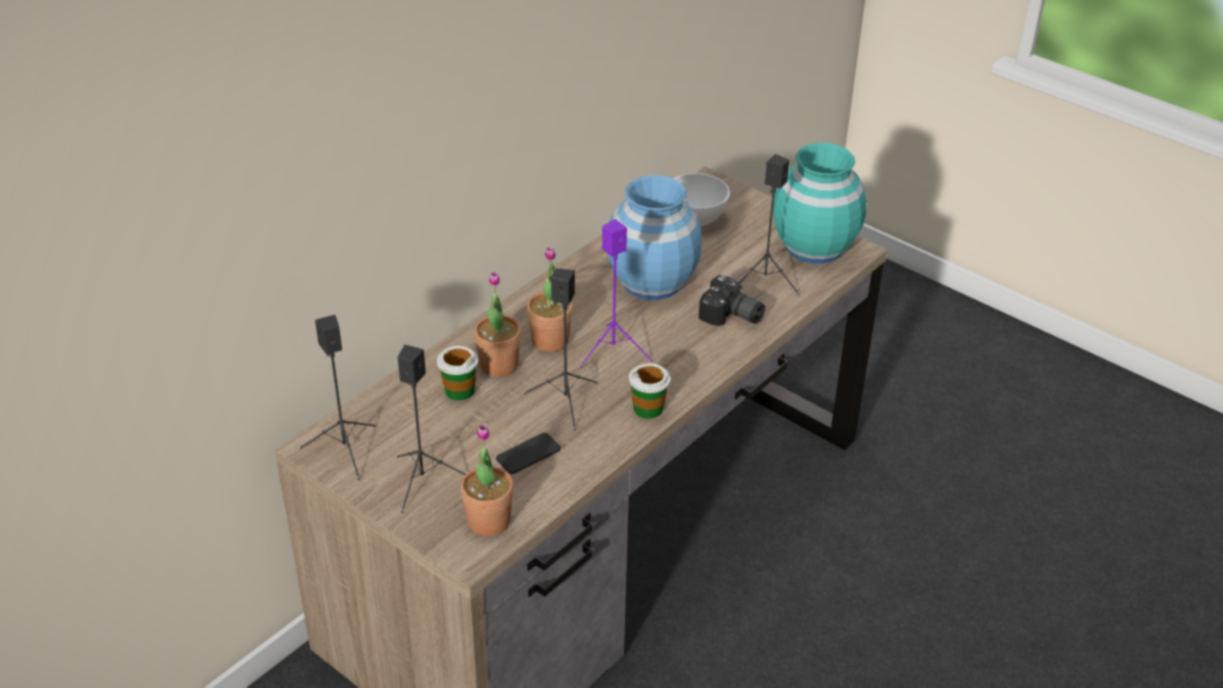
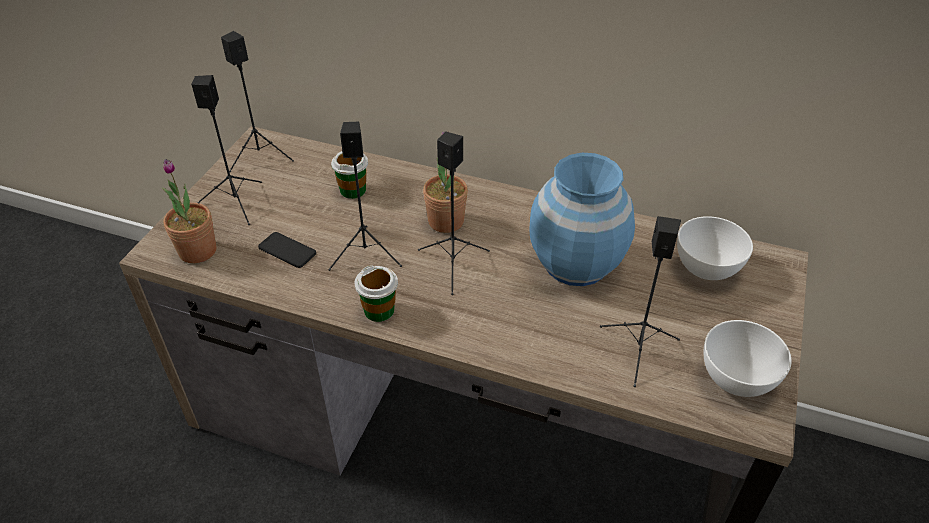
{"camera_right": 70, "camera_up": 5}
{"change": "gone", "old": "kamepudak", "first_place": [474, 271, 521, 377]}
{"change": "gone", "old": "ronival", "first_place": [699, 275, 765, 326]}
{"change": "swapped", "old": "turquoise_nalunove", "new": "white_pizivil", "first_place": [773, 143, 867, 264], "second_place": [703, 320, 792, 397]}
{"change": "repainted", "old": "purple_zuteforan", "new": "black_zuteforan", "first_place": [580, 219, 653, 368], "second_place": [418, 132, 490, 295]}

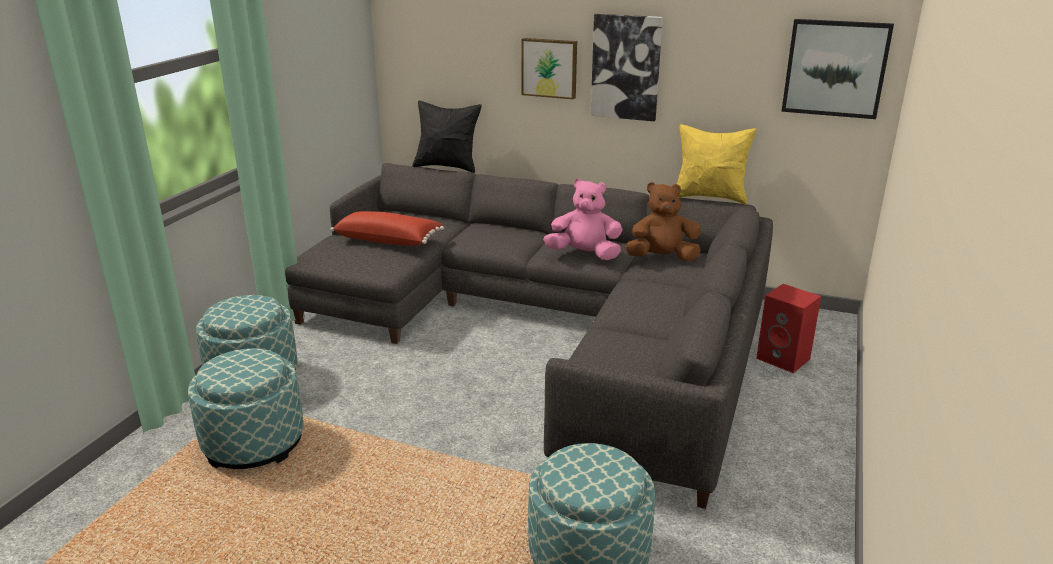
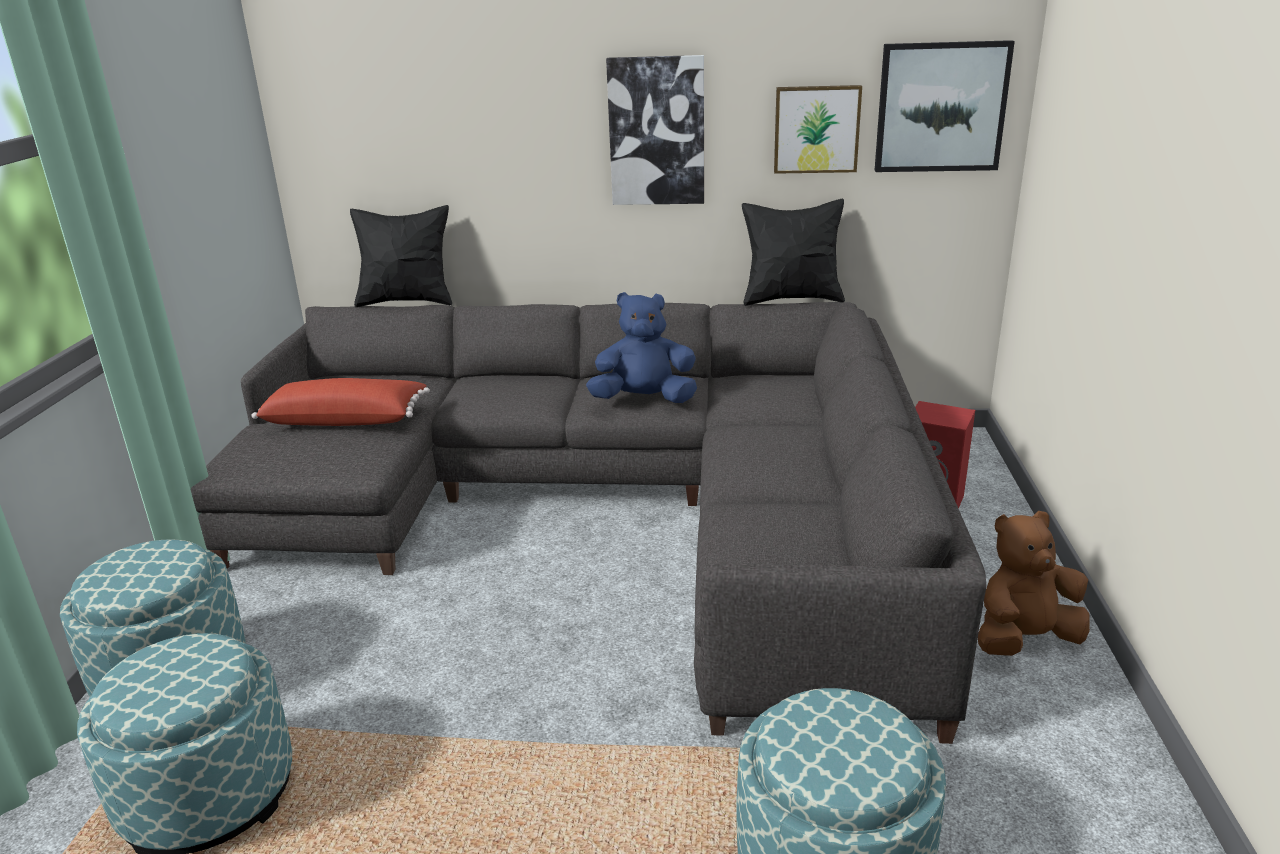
{"camera_right": -15, "camera_up": 0}
{"change": "shifted", "old": "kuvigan", "first_place": [521, 38, 577, 100], "second_place": [774, 85, 862, 174]}
{"change": "shifted", "old": "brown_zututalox", "first_place": [625, 182, 701, 261], "second_place": [978, 511, 1090, 656]}
{"change": "repainted", "old": "pink_zututalox", "new": "blue_zututalox", "first_place": [543, 178, 623, 260], "second_place": [586, 292, 697, 403]}
{"change": "repainted", "old": "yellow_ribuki", "new": "black_ribuki", "first_place": [677, 124, 757, 205], "second_place": [742, 199, 845, 306]}

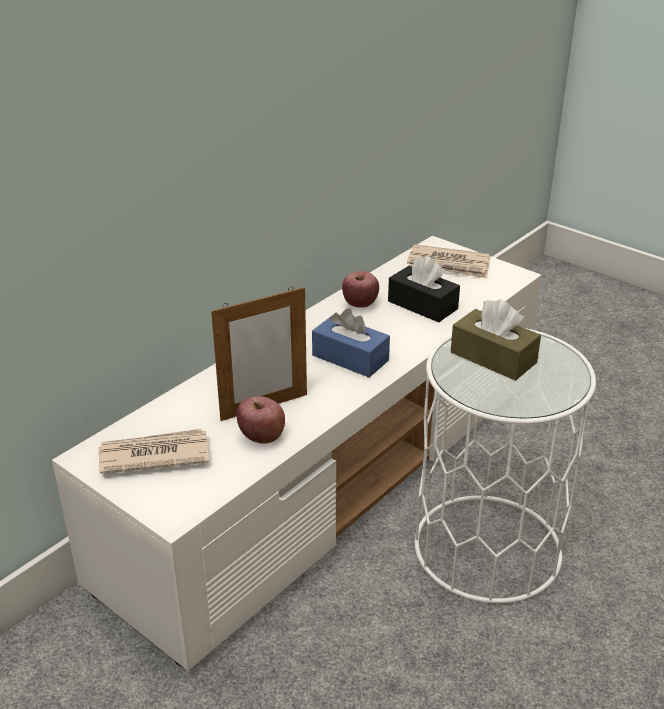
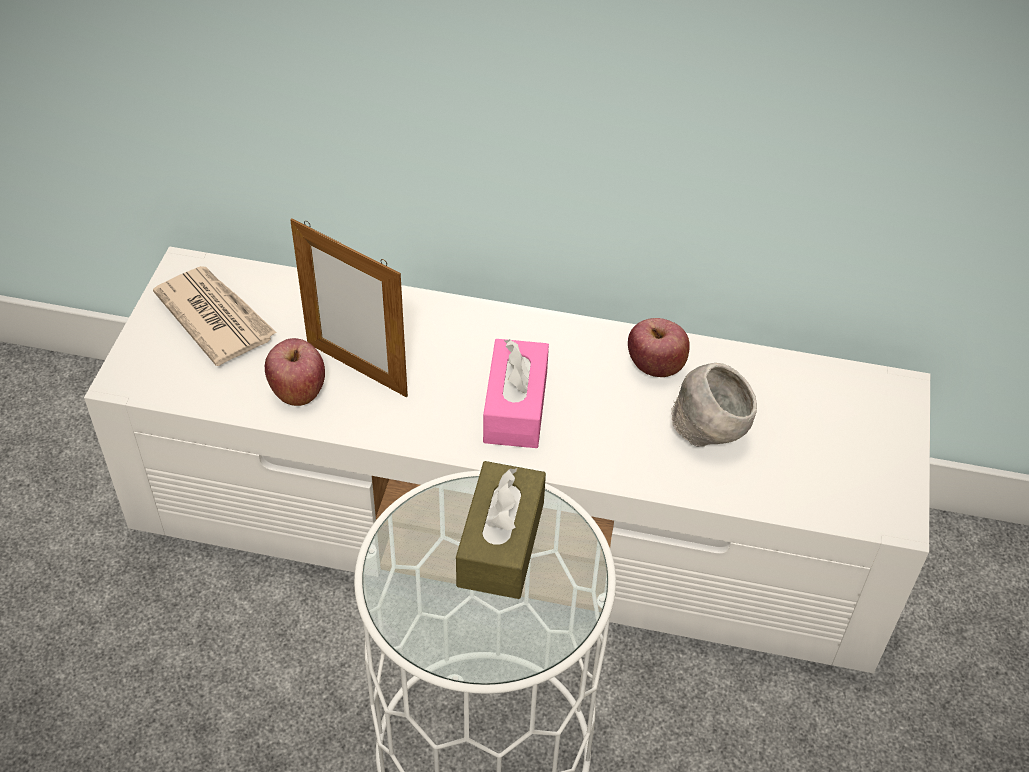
{"camera_right": 60, "camera_up": 15}
{"change": "gone", "old": "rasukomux", "first_place": [407, 244, 490, 279]}
{"change": "swapped", "old": "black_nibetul", "new": "grey_pizivil", "first_place": [388, 256, 460, 322], "second_place": [671, 363, 757, 447]}
{"change": "repainted", "old": "blue_nibetul", "new": "pink_nibetul", "first_place": [312, 308, 390, 377], "second_place": [483, 339, 549, 448]}

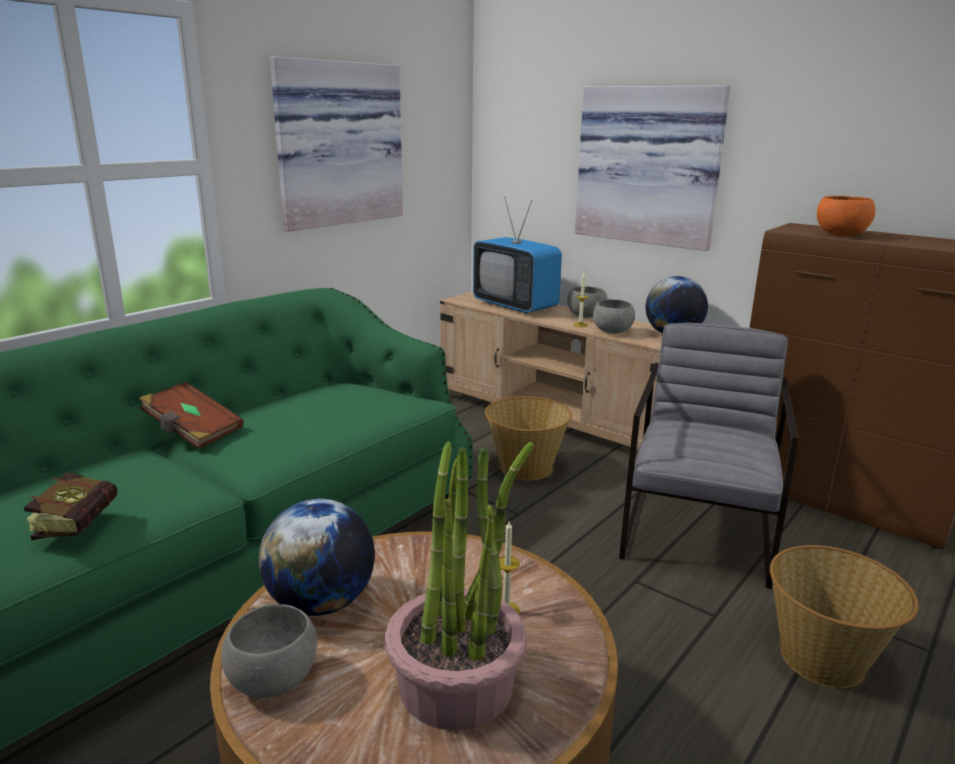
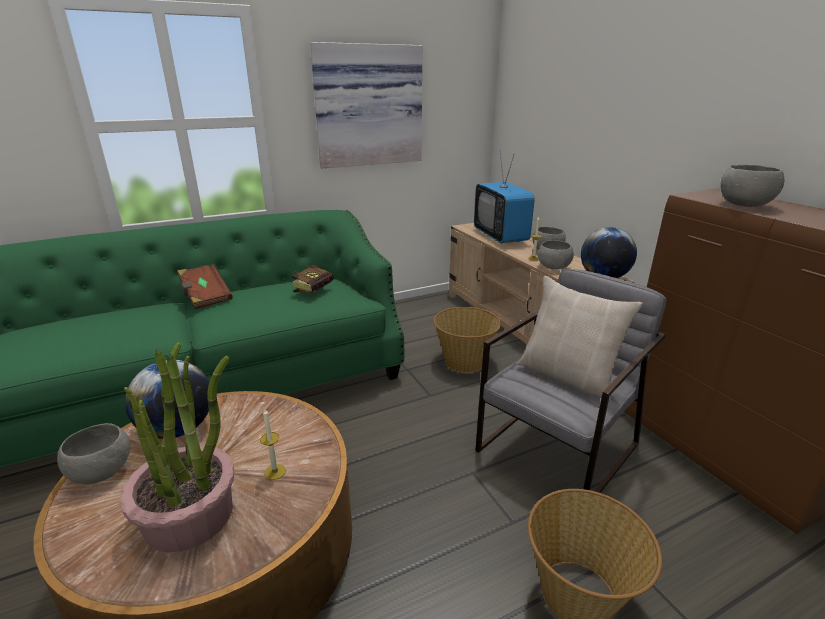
{"camera_right": 25, "camera_up": 5}
{"change": "gone", "old": "kuvigan", "first_place": [575, 85, 731, 251]}
{"change": "new", "new": "beige_ribuki", "second_place": [518, 276, 643, 402]}
{"change": "shifted", "old": "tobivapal", "first_place": [24, 472, 117, 540], "second_place": [292, 265, 334, 293]}
{"change": "repainted", "old": "orange_pizivil", "new": "grey_pizivil", "first_place": [817, 196, 876, 236], "second_place": [720, 165, 784, 207]}

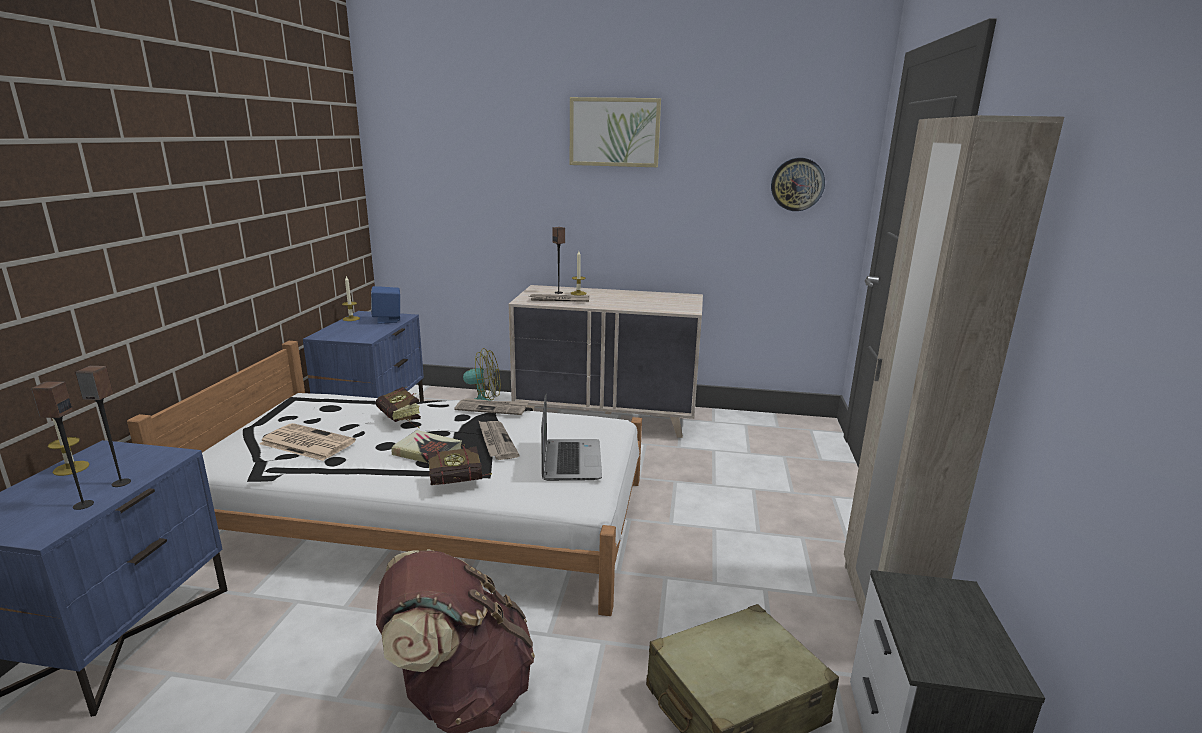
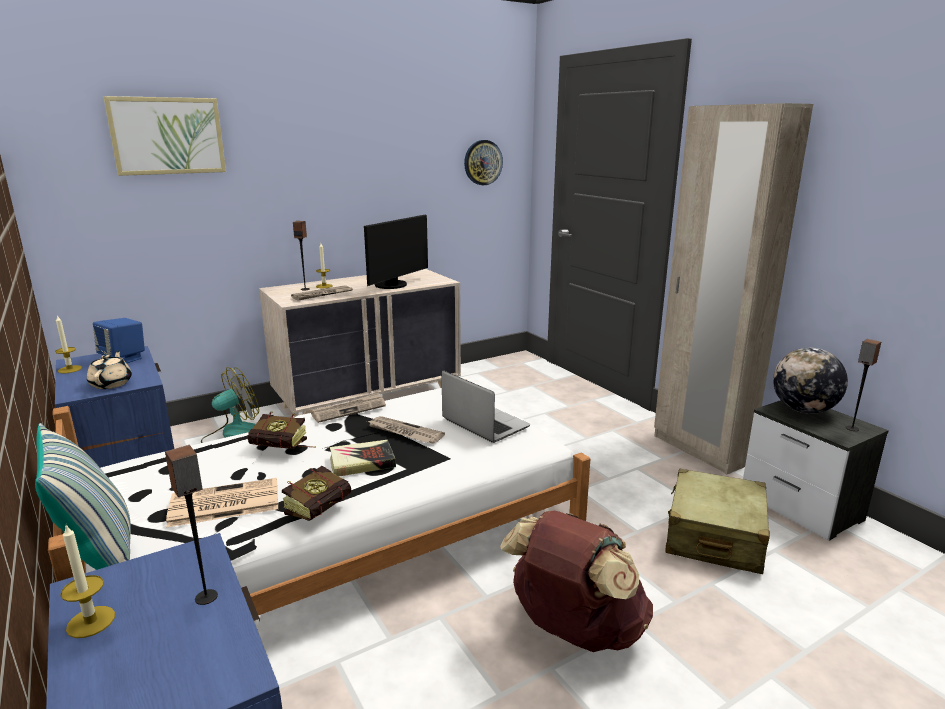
{"camera_right": -40, "camera_up": 0}
{"change": "new", "new": "ribuki", "second_place": [35, 423, 131, 570]}
{"change": "new", "new": "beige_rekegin", "second_place": [87, 350, 132, 389]}
{"change": "new", "new": "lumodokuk", "second_place": [364, 214, 428, 289]}
{"change": "new", "new": "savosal", "second_place": [773, 348, 848, 414]}
{"change": "shifted", "old": "zuteforan", "first_place": [31, 381, 94, 510], "second_place": [846, 339, 881, 431]}
{"change": "shifted", "old": "tobivapal", "first_place": [428, 445, 492, 485], "second_place": [282, 466, 351, 521]}
{"change": "shifted", "old": "kuvigan", "first_place": [570, 97, 661, 167], "second_place": [103, 96, 226, 176]}

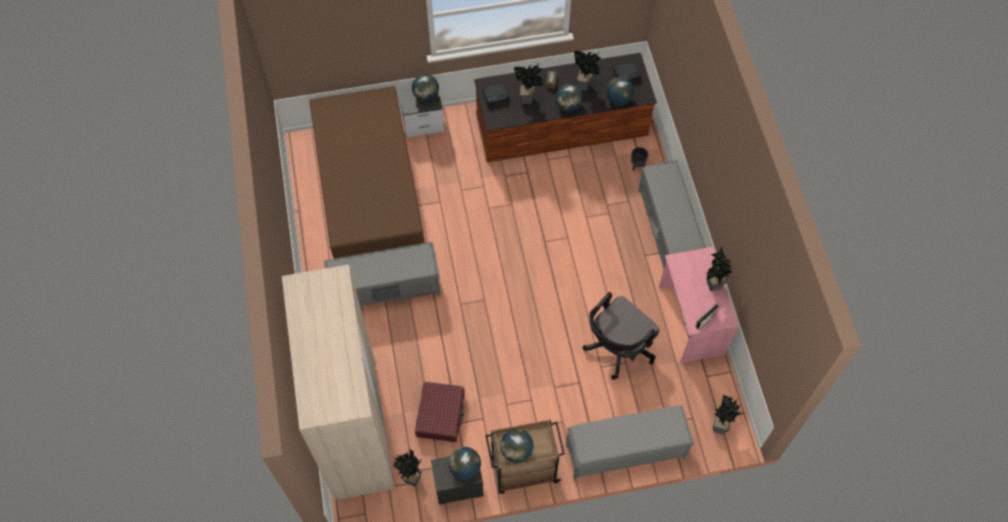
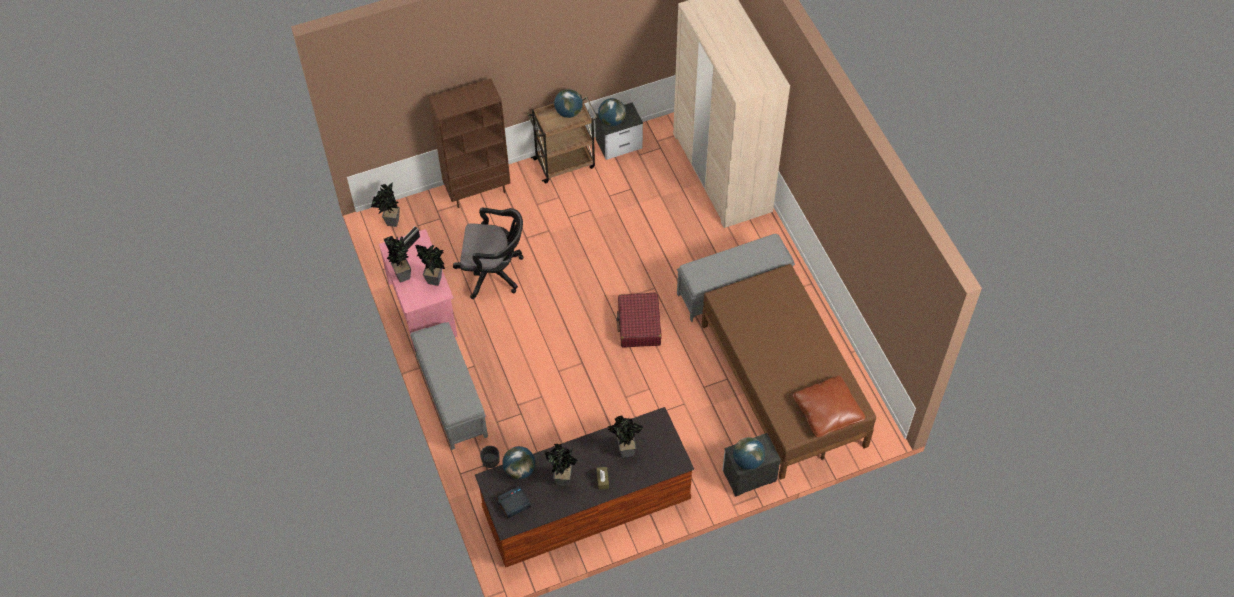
{"camera_right": 170, "camera_up": -5}
{"change": "gone", "old": "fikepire", "first_place": [482, 83, 509, 108]}
{"change": "gone", "old": "savosal", "first_place": [556, 84, 583, 112]}
{"change": "new", "new": "brown_ribuki", "second_place": [793, 375, 865, 437]}
{"change": "shifted", "old": "kamepudak", "first_place": [393, 449, 422, 487], "second_place": [415, 245, 445, 286]}
{"change": "shifted", "old": "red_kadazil", "first_place": [415, 382, 465, 442], "second_place": [616, 293, 661, 348]}
{"change": "swapped", "old": "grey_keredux", "new": "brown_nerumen", "first_place": [566, 405, 694, 480], "second_place": [428, 79, 511, 208]}
{"change": "rotated", "old": "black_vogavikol", "first_place": [582, 292, 659, 380], "second_place": [453, 208, 523, 299], "degrees": 60}

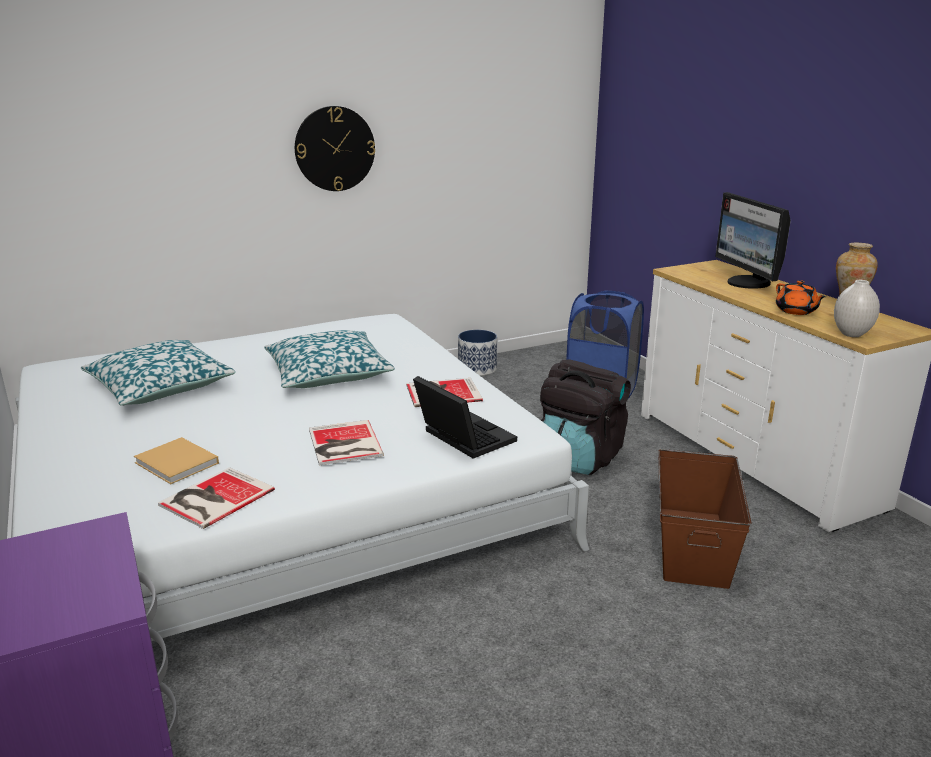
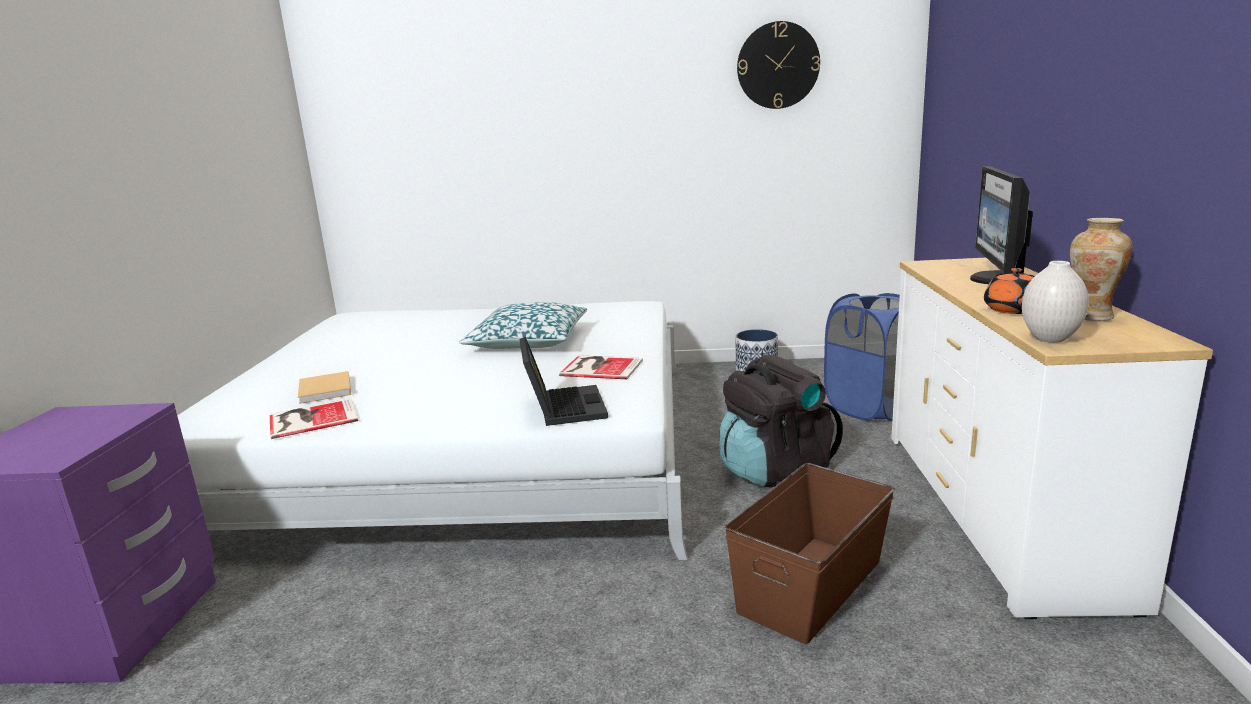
{"camera_right": 30, "camera_up": -5}
{"change": "gone", "old": "ribuki", "first_place": [81, 340, 236, 406]}
{"change": "gone", "old": "tobivapal", "first_place": [309, 420, 384, 465]}
{"change": "shifted", "old": "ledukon", "first_place": [295, 106, 375, 191], "second_place": [737, 21, 820, 109]}

